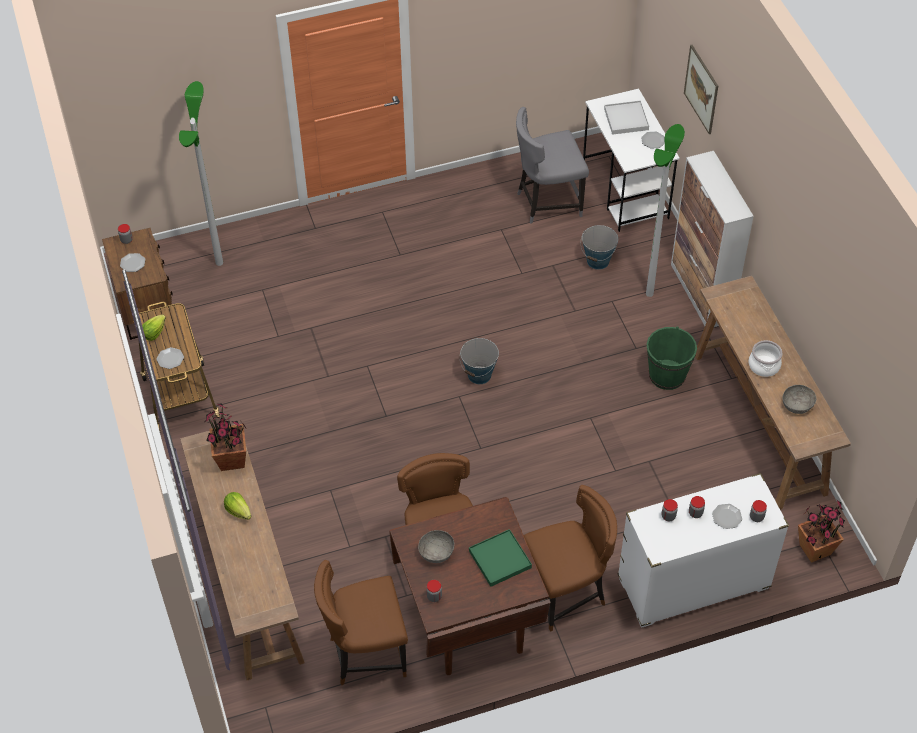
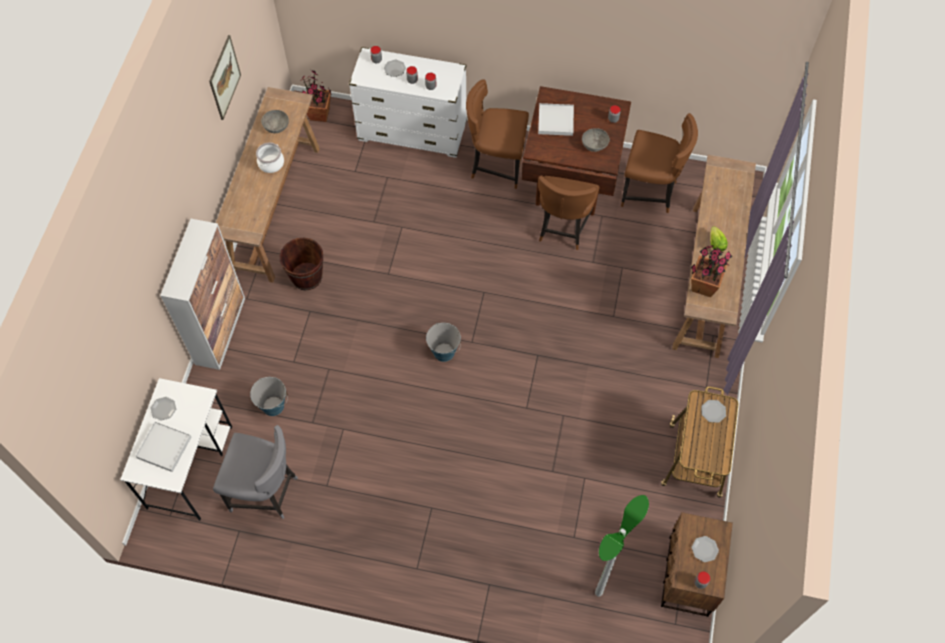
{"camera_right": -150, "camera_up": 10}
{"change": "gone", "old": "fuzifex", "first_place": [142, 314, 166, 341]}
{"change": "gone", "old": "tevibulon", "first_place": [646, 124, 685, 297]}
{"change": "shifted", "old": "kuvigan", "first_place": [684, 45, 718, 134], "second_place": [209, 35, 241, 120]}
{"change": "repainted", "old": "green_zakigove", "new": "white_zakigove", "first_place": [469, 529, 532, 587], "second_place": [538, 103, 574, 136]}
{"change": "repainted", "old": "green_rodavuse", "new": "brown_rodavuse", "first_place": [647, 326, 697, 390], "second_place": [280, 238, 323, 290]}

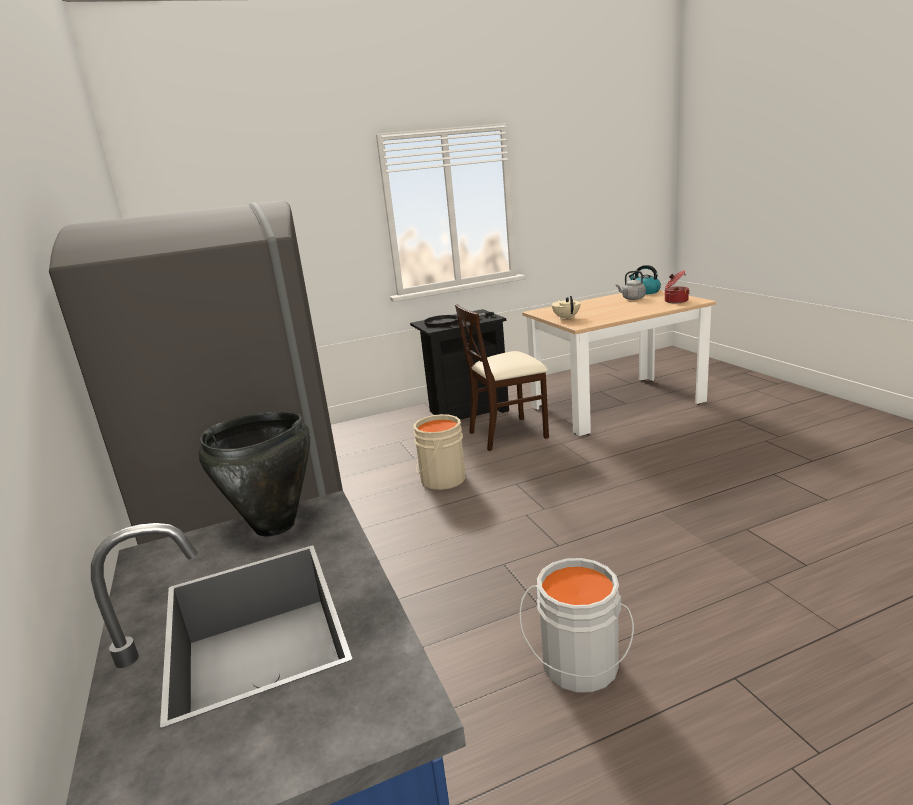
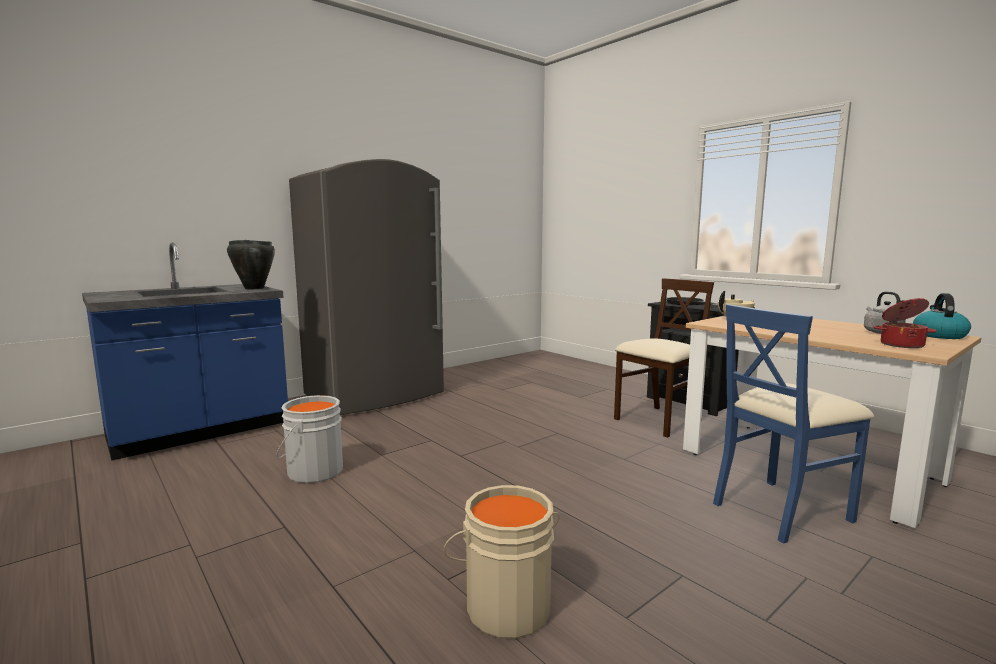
{"camera_right": 70, "camera_up": -10}
{"change": "new", "new": "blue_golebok", "second_place": [713, 304, 874, 544]}
{"change": "shifted", "old": "beige_rodavuse", "first_place": [413, 414, 466, 490], "second_place": [444, 485, 560, 639]}
{"change": "rotated", "old": "beige_golebok", "first_place": [455, 304, 549, 451], "second_place": [614, 278, 714, 438], "degrees": 90}

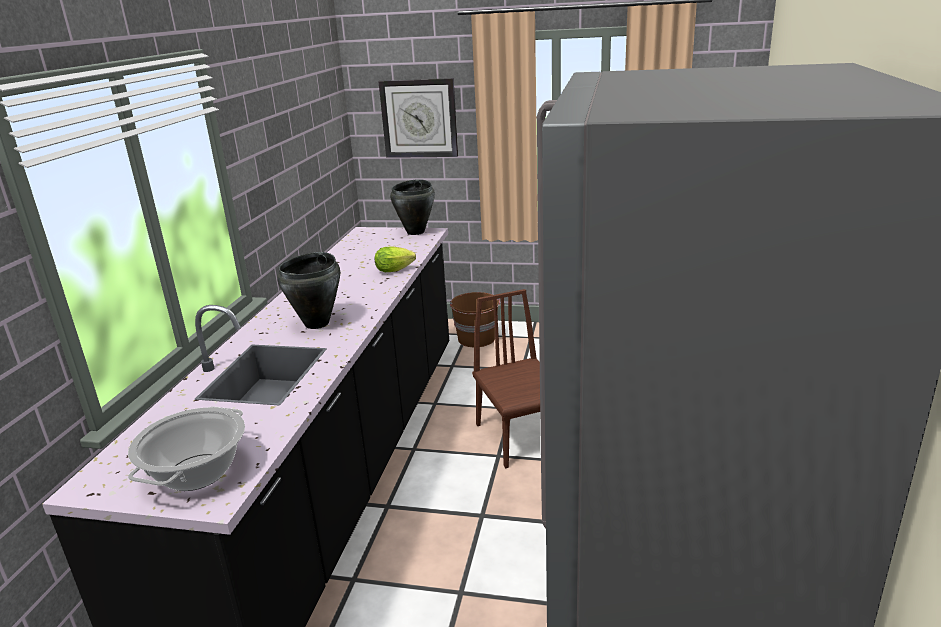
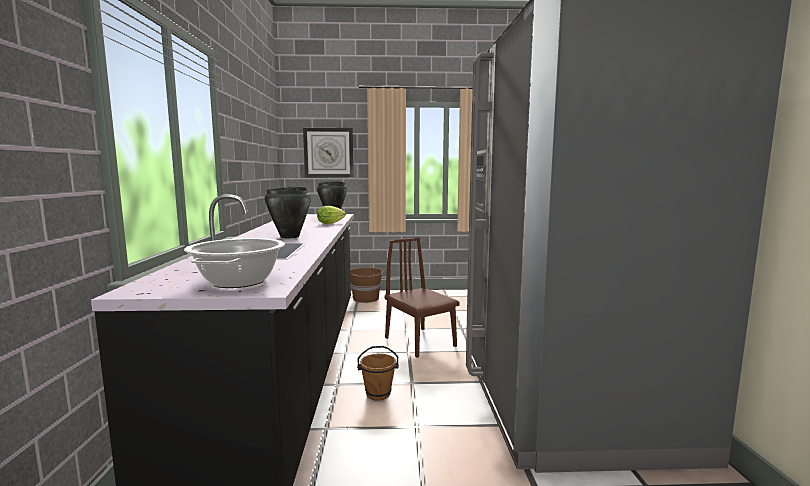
{"camera_right": -15, "camera_up": -15}
{"change": "new", "new": "brown_rodavuse", "second_place": [357, 346, 399, 400]}

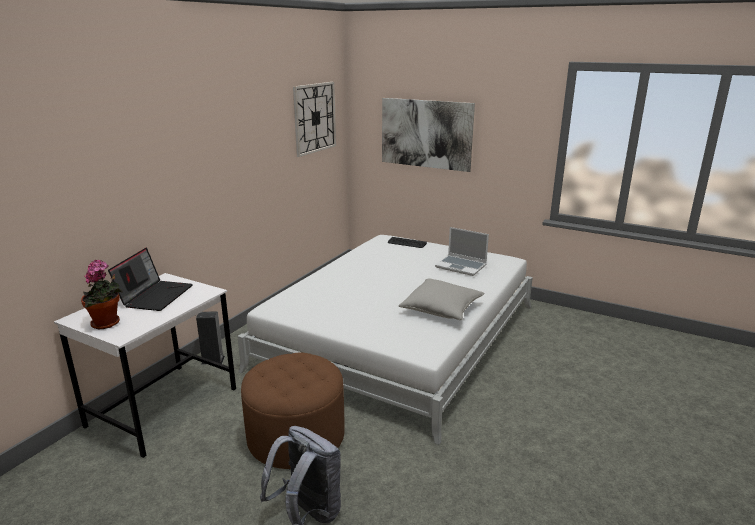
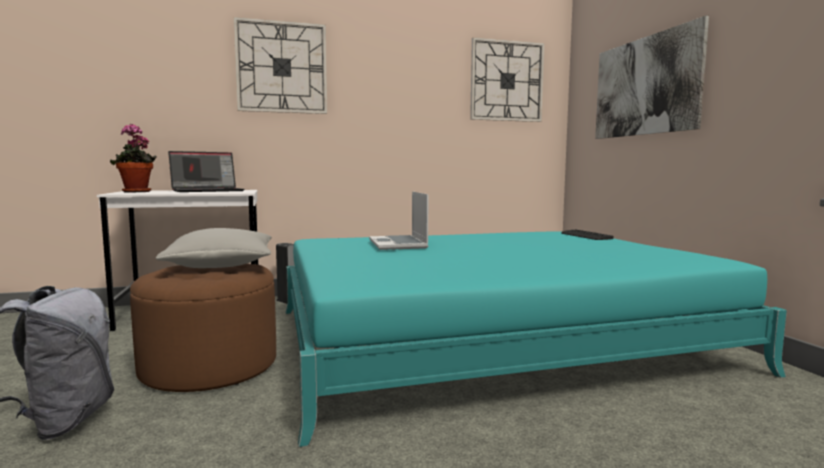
{"camera_right": 45, "camera_up": -15}
{"change": "new", "new": "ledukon", "second_place": [233, 17, 327, 114]}
{"change": "shifted", "old": "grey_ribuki", "first_place": [398, 278, 485, 320], "second_place": [156, 228, 272, 268]}
{"change": "shifted", "old": "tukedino", "first_place": [435, 227, 489, 276], "second_place": [369, 191, 429, 250]}
{"change": "repainted", "old": "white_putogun", "new": "turquoise_putogun", "first_place": [237, 235, 533, 445], "second_place": [286, 231, 787, 447]}

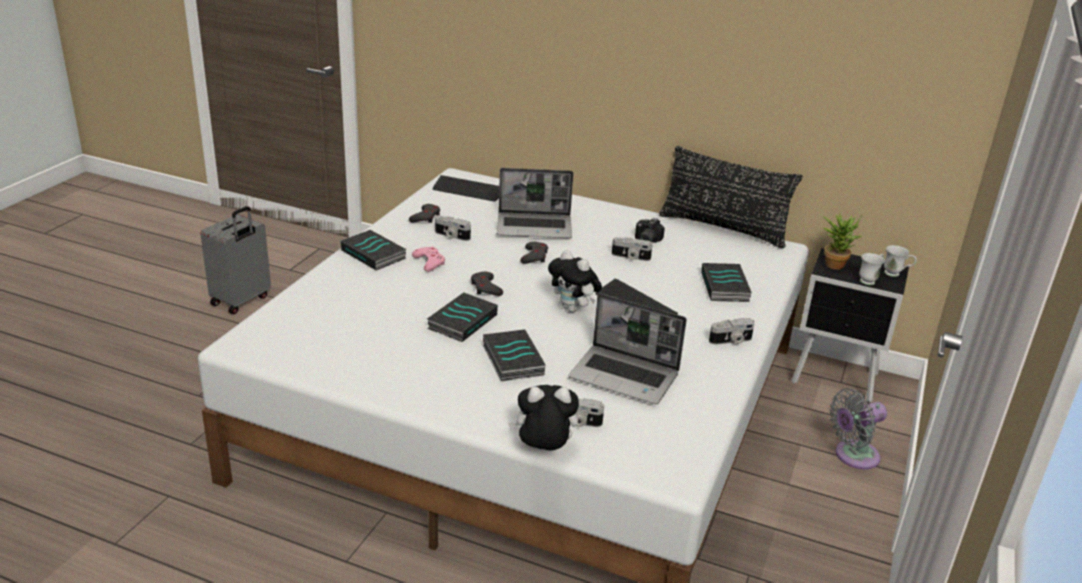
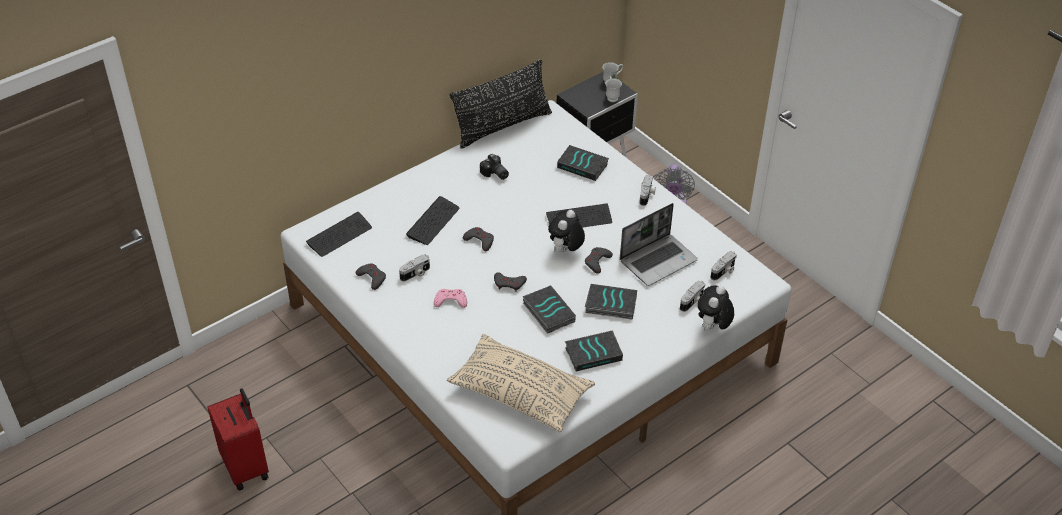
{"camera_right": -60, "camera_up": 15}
{"change": "gone", "old": "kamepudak", "first_place": [822, 214, 862, 270]}
{"change": "new", "new": "beige_ribuki", "second_place": [447, 334, 595, 432]}
{"change": "new", "new": "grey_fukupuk", "second_place": [585, 247, 613, 274]}
{"change": "shifted", "old": "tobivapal", "first_place": [341, 230, 407, 271], "second_place": [565, 330, 623, 371]}
{"change": "shifted", "old": "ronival", "first_place": [612, 237, 653, 261], "second_place": [711, 251, 737, 280]}
{"change": "swapped", "old": "tukedino", "new": "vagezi", "first_place": [497, 168, 573, 238], "second_place": [406, 196, 460, 245]}
{"change": "repainted", "old": "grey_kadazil", "new": "red_kadazil", "first_place": [200, 206, 271, 314], "second_place": [207, 388, 269, 491]}
{"change": "rotated", "old": "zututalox", "first_place": [548, 250, 602, 312], "second_place": [548, 210, 585, 252], "degrees": 135}

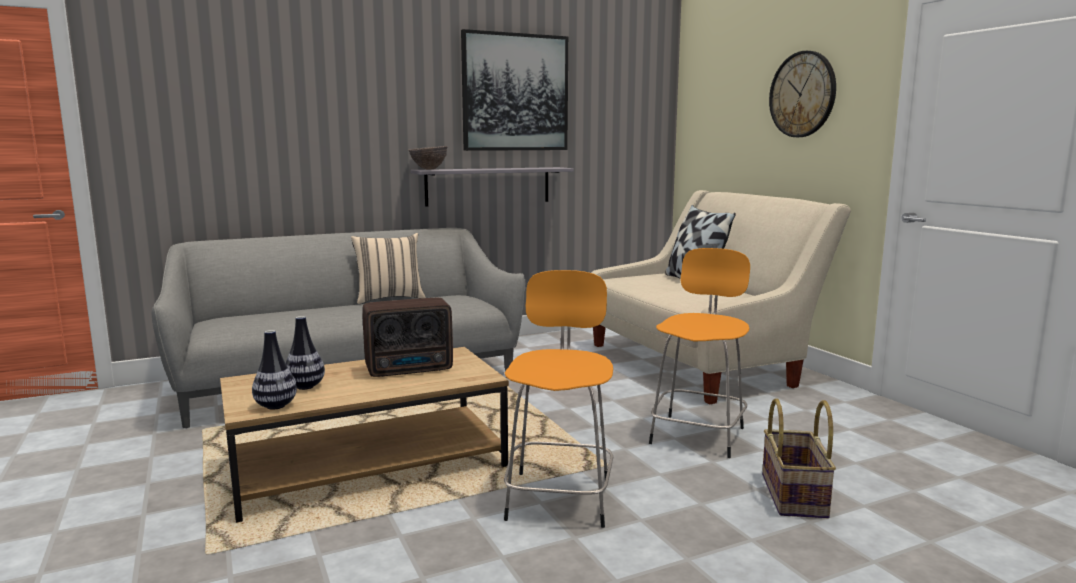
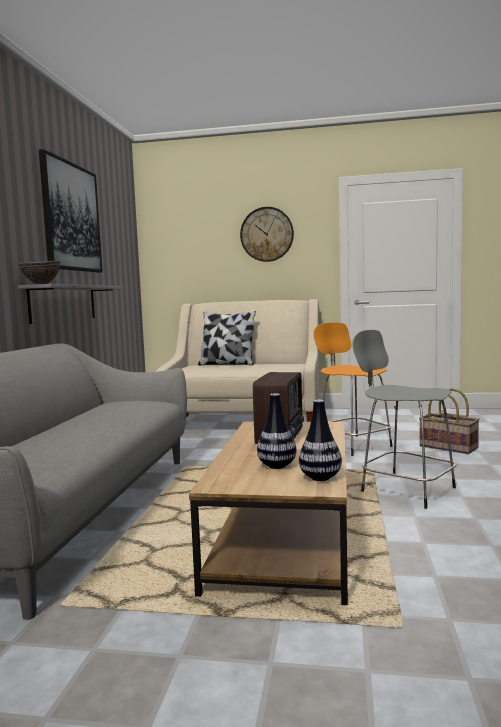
{"camera_right": -55, "camera_up": -5}
{"change": "gone", "old": "beige_ribuki", "first_place": [351, 233, 426, 304]}
{"change": "repainted", "old": "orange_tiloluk", "new": "grey_tiloluk", "first_place": [504, 270, 614, 528], "second_place": [352, 330, 456, 509]}

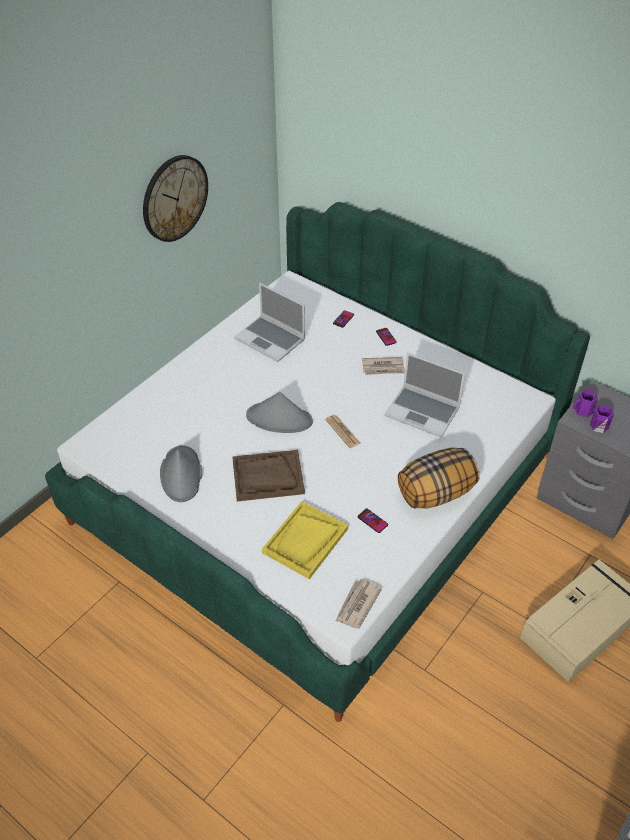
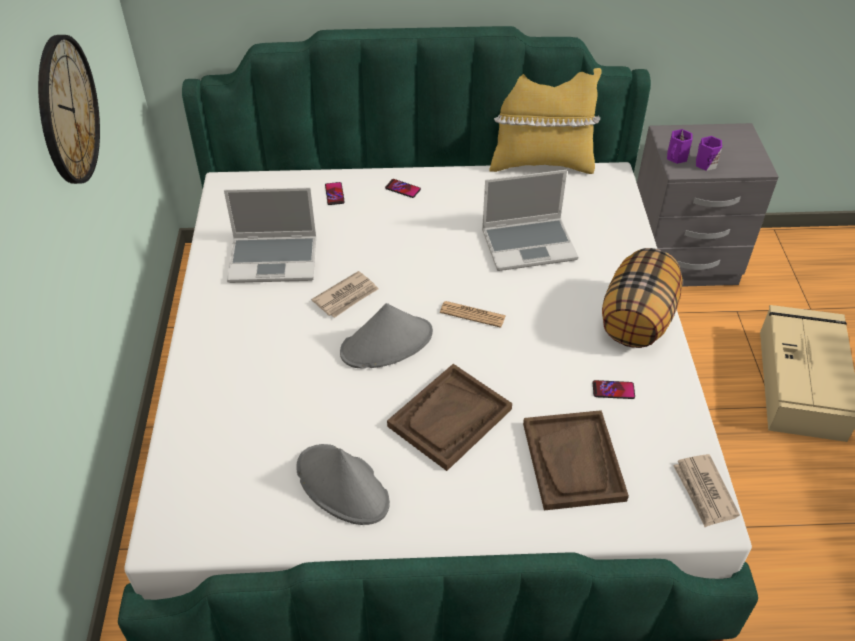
{"camera_right": -40, "camera_up": 0}
{"change": "new", "new": "yellow_ribuki", "second_place": [489, 68, 602, 174]}
{"change": "shifted", "old": "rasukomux", "first_place": [362, 357, 405, 375], "second_place": [311, 271, 379, 318]}
{"change": "repainted", "old": "yellow_zakigove", "new": "brown_zakigove", "first_place": [262, 501, 348, 579], "second_place": [523, 410, 629, 511]}

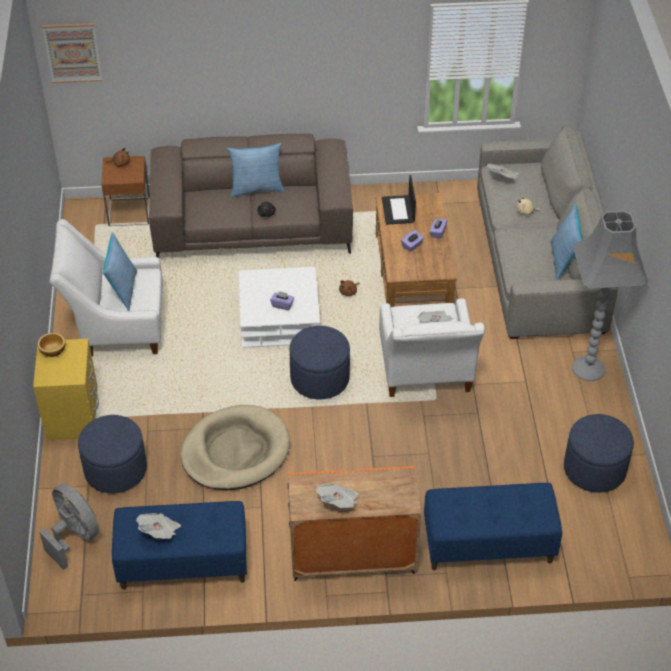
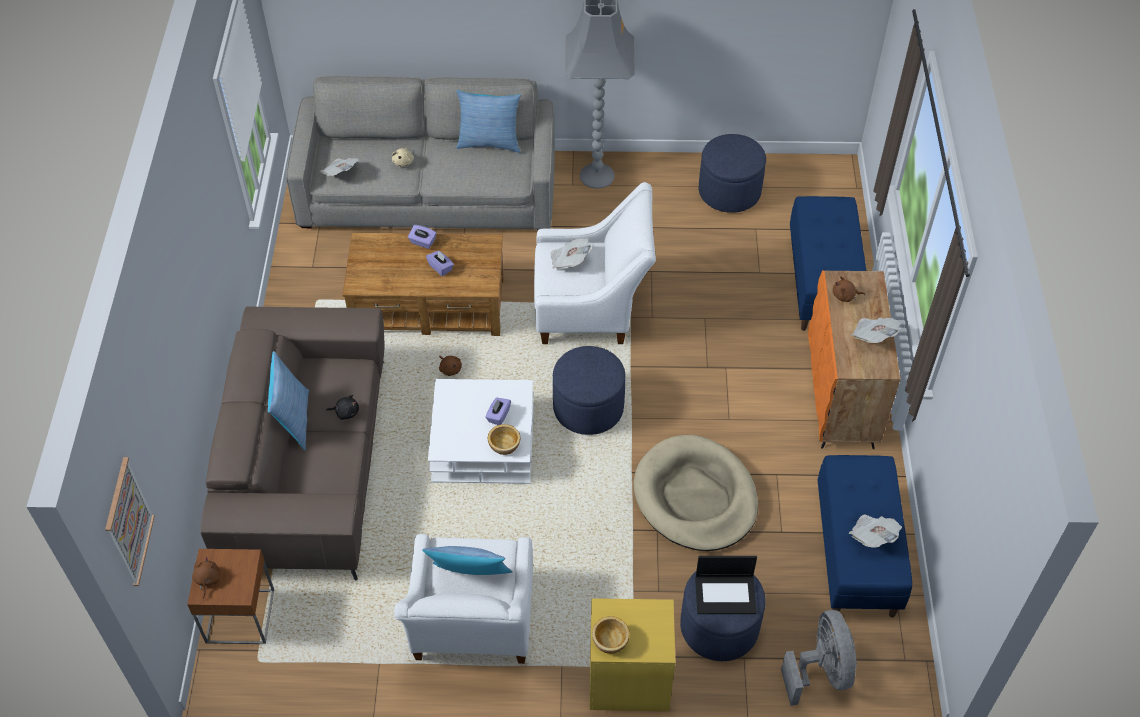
{"camera_right": -85, "camera_up": 5}
{"change": "new", "new": "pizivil", "second_place": [488, 424, 520, 455]}
{"change": "new", "new": "brown_zututalox", "second_place": [833, 276, 865, 302]}
{"change": "shifted", "old": "tukedino", "first_place": [382, 175, 416, 225], "second_place": [695, 556, 757, 614]}
{"change": "rotated", "old": "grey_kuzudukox", "first_place": [39, 483, 99, 570], "second_place": [781, 610, 857, 706], "degrees": 120}

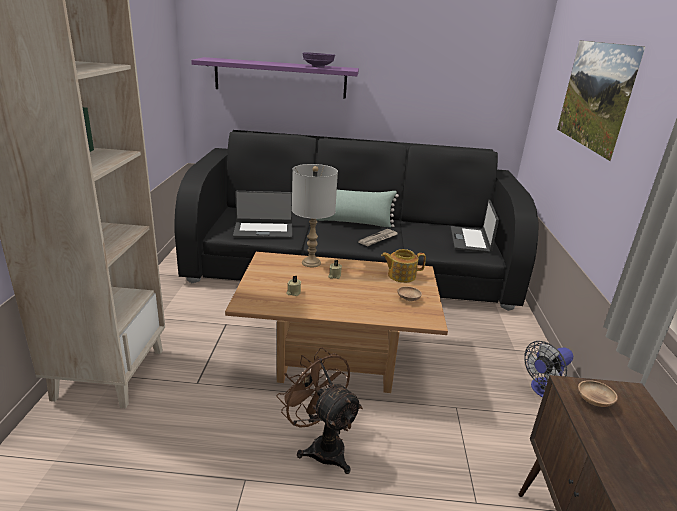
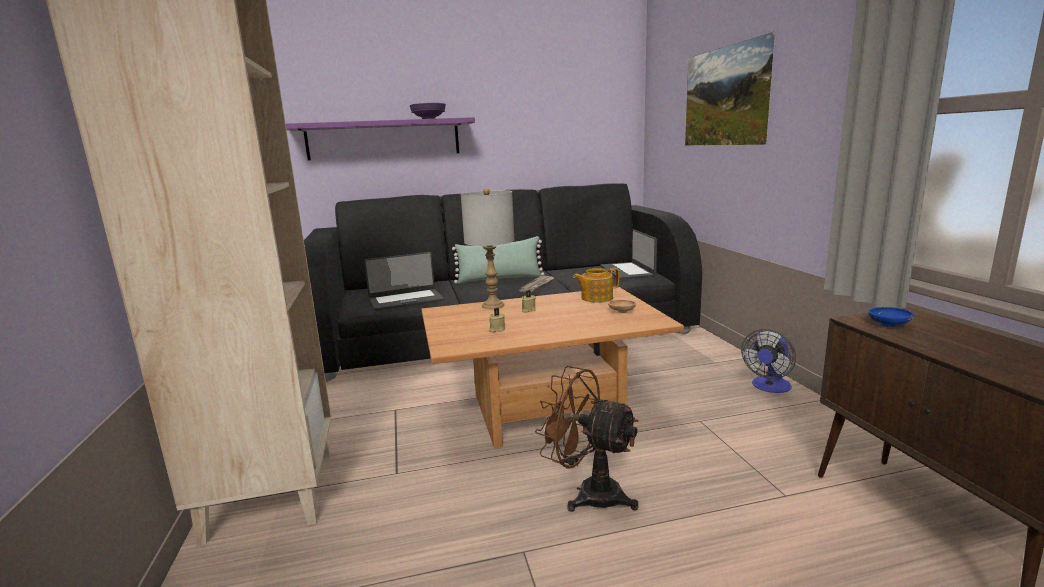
{"camera_right": -15, "camera_up": -10}
{"change": "repainted", "old": "brown_pizivil", "new": "blue_pizivil", "first_place": [578, 380, 618, 407], "second_place": [869, 307, 914, 327]}

